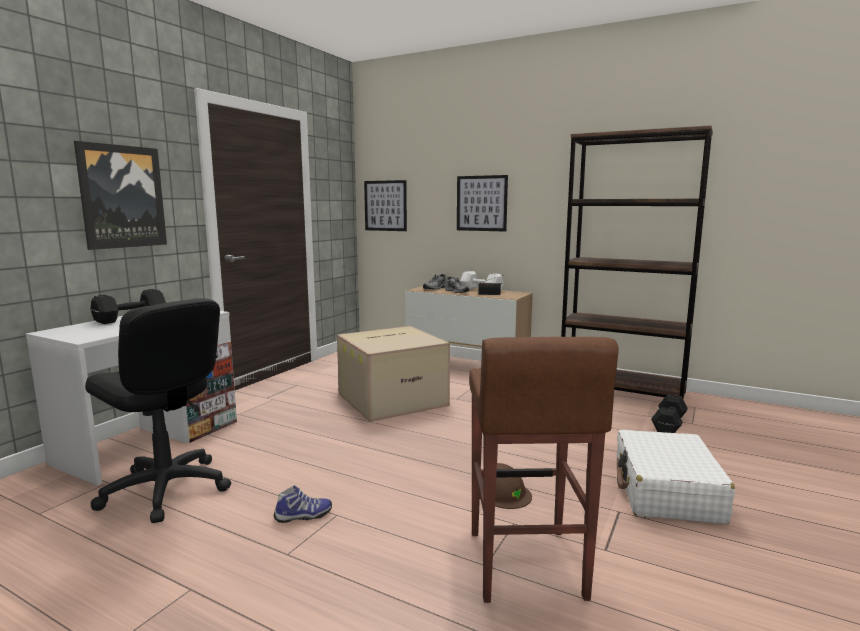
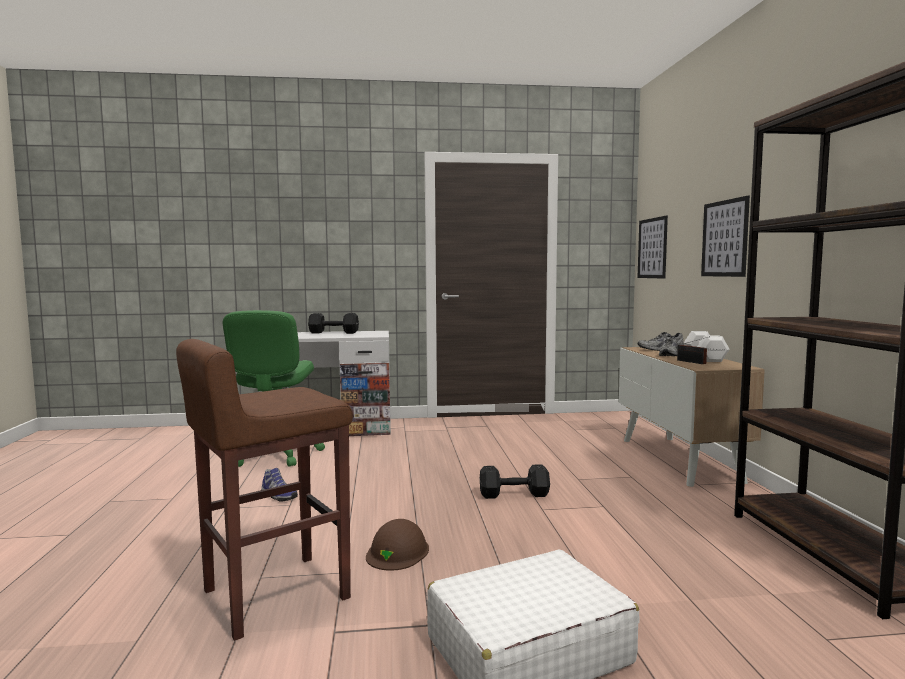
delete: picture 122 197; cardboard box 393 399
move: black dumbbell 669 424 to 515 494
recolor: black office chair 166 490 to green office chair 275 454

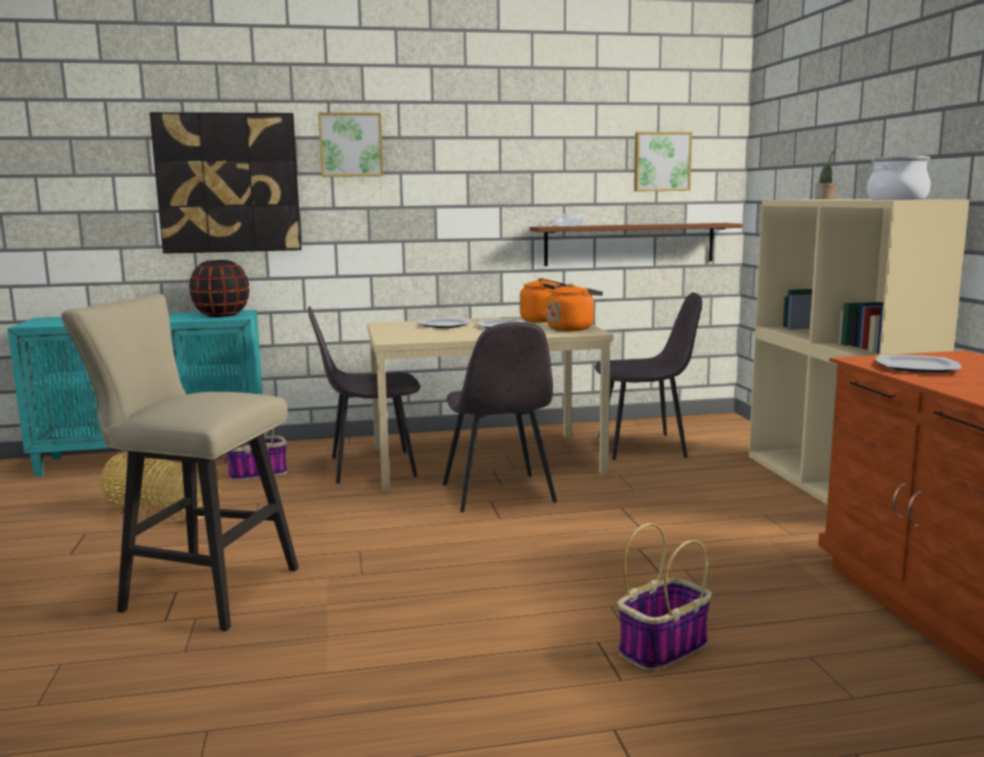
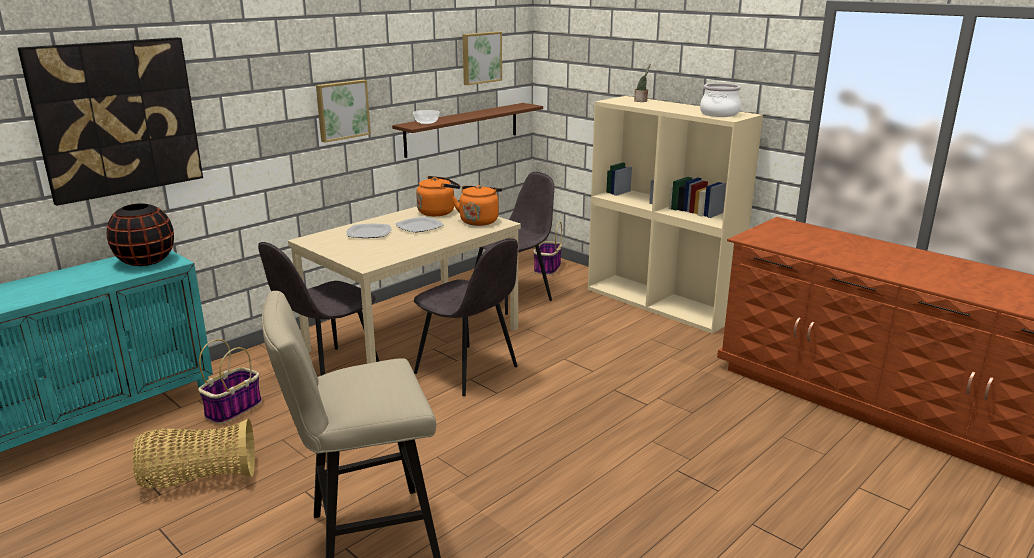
delete: plate 916 367
move: picture 351 145 to 342 110; basket 663 648 to 547 268

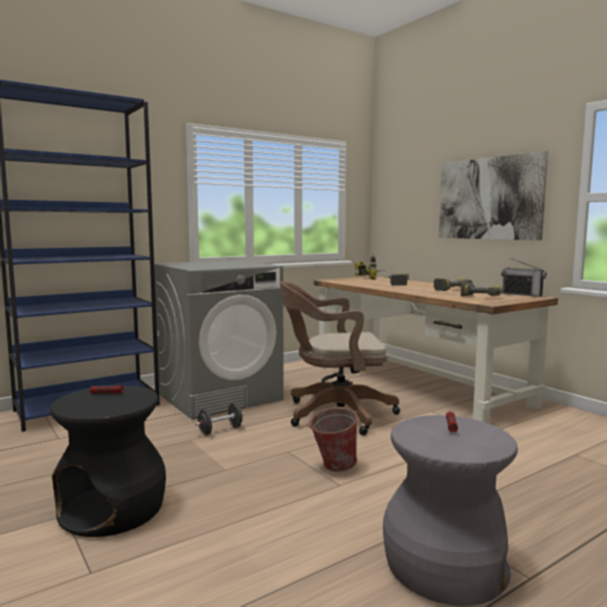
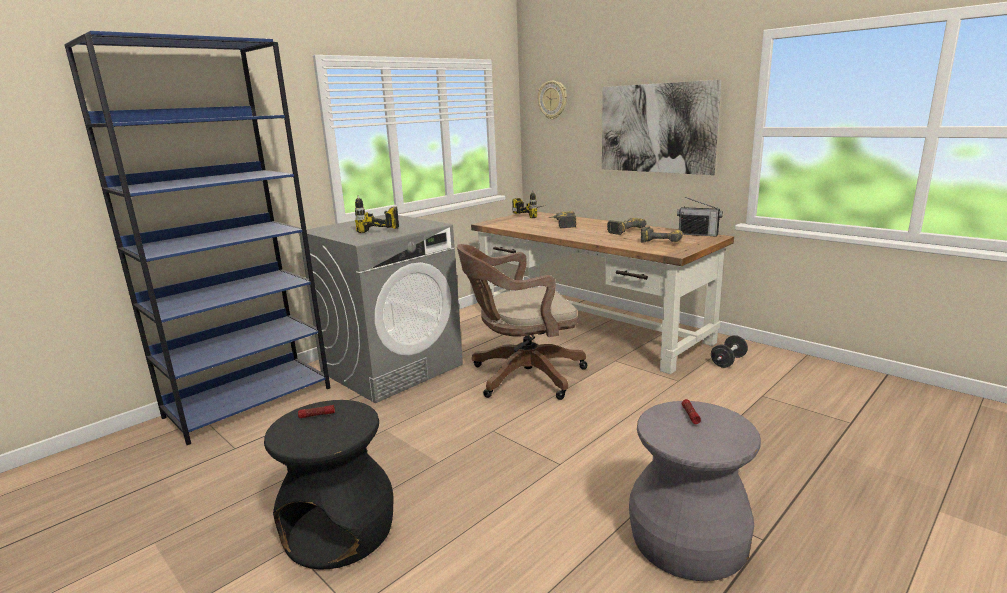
delete: bucket 332 467
insert: power drill 376 234; wall clock 553 100
move: black dumbbell 220 430 to 728 361

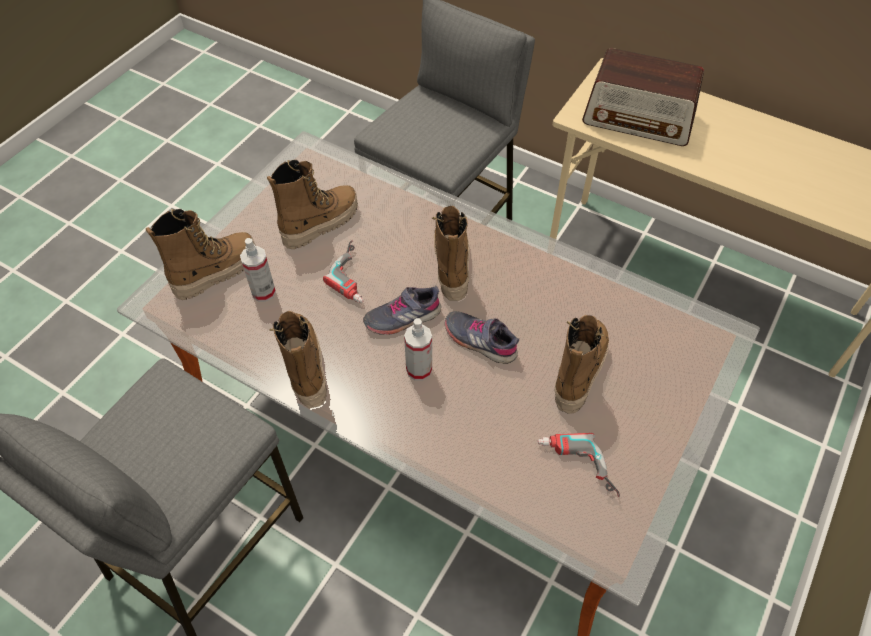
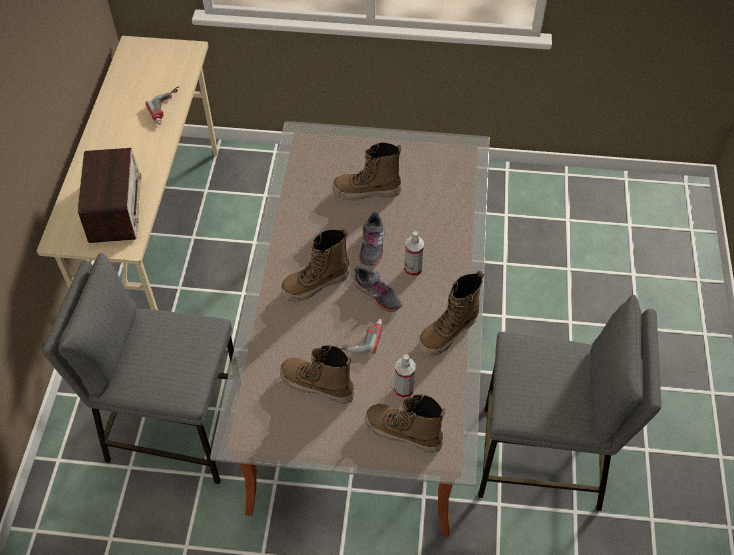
move: power drill 576 468 to 168 108

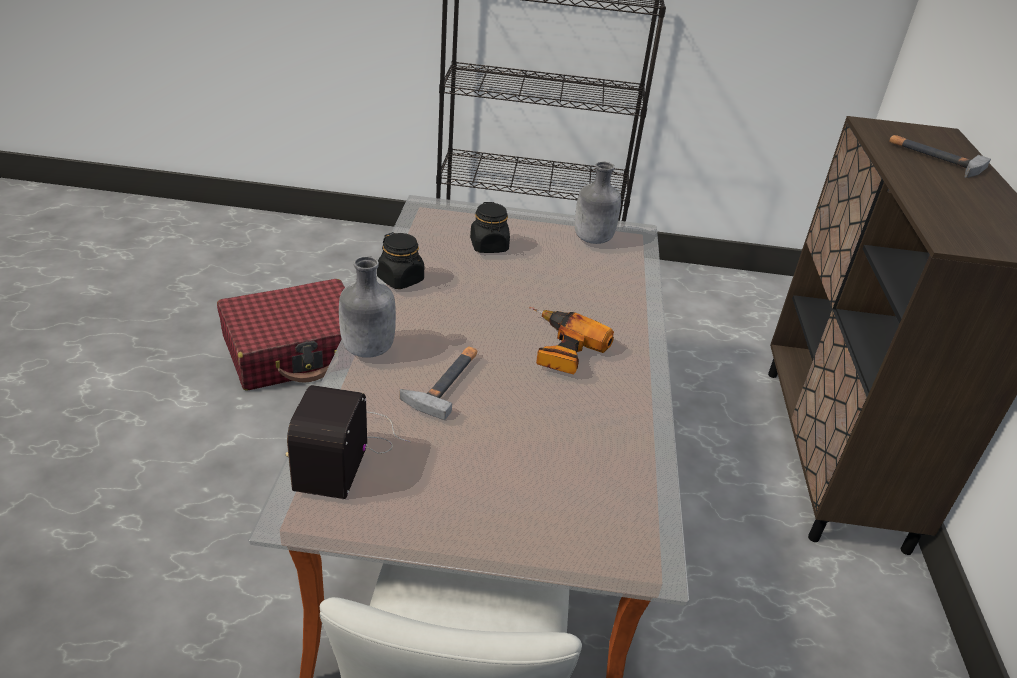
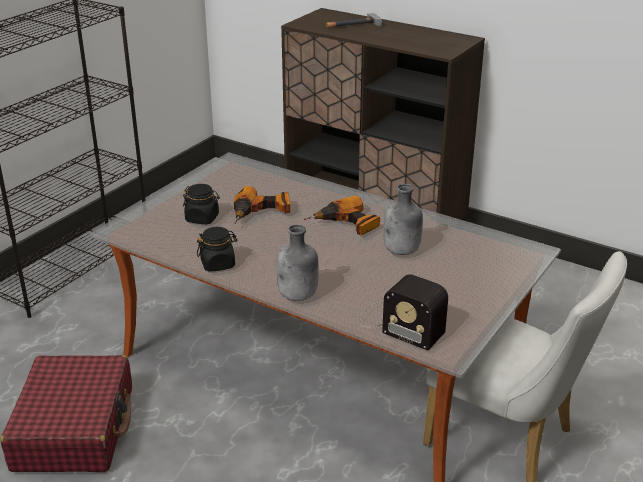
delete: hammer 445 381
insert: power drill 262 214
move: grey bottle 592 240 to 402 251

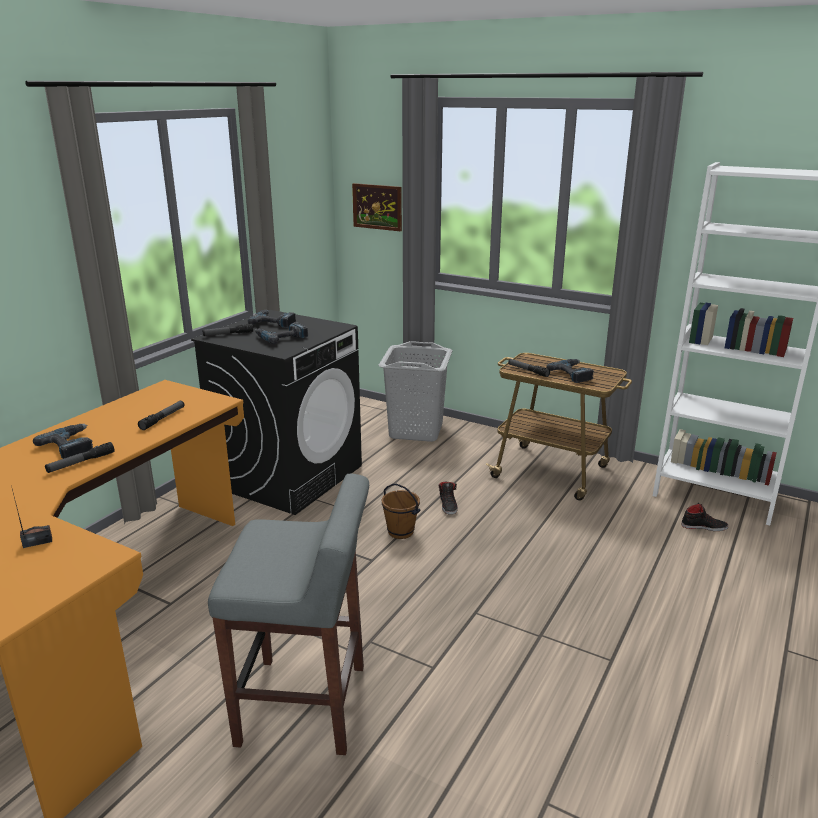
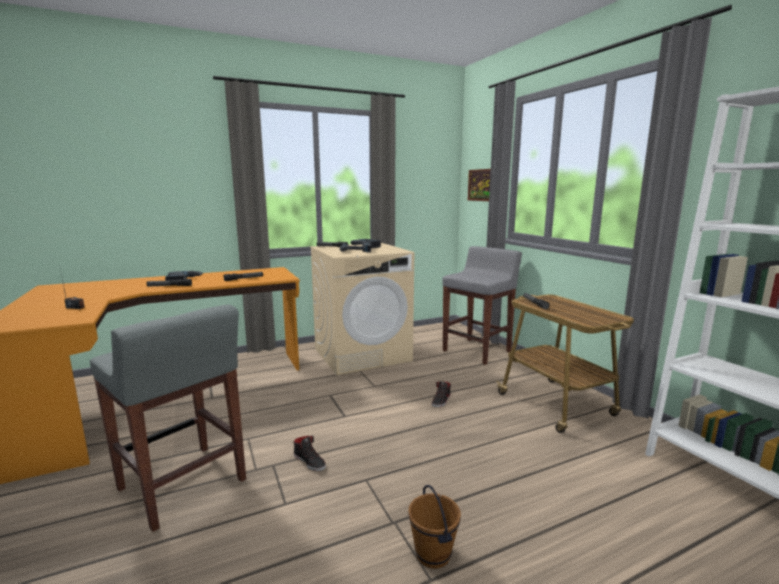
delete: power drill 573 374
move: black shoe 703 526 to 310 461; brown bucket 401 532 to 433 554
replace: grey laundry basket 416 430 to grey stool 477 351
recolor: black washing machine 289 476 to beige washing machine 362 354

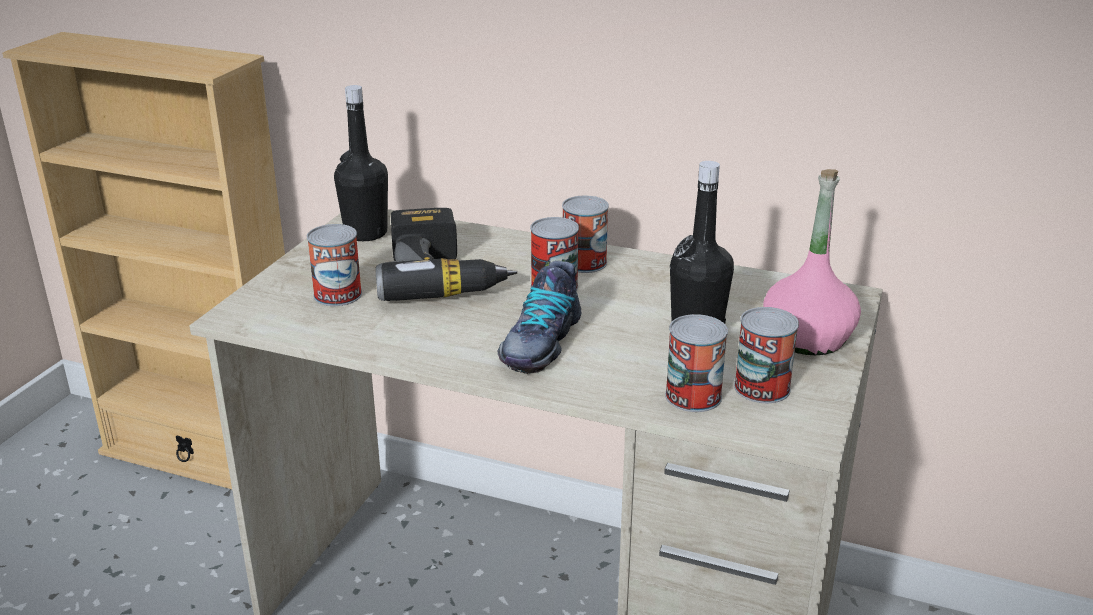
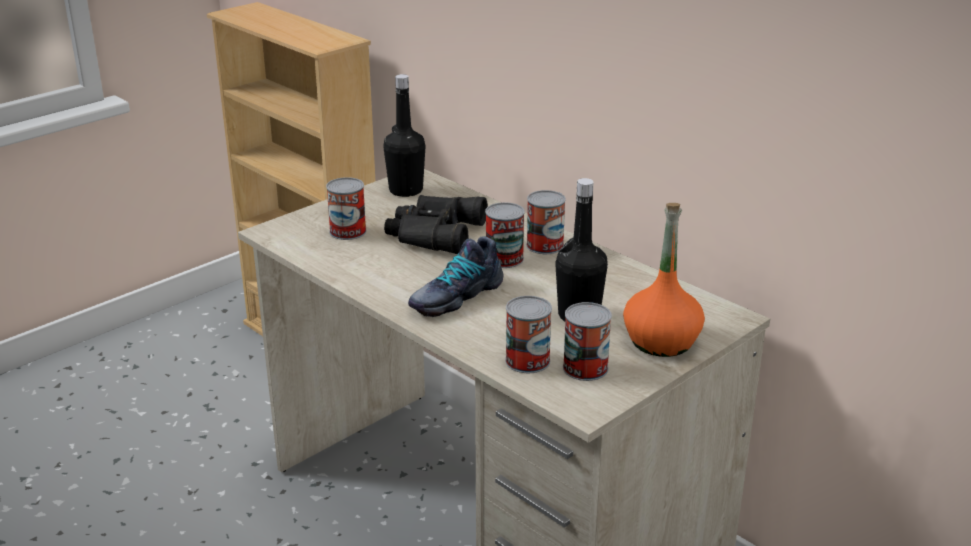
replace: power drill 444 275 to black binoculars 432 233
recolor: pink bottle 807 338 to orange bottle 661 341

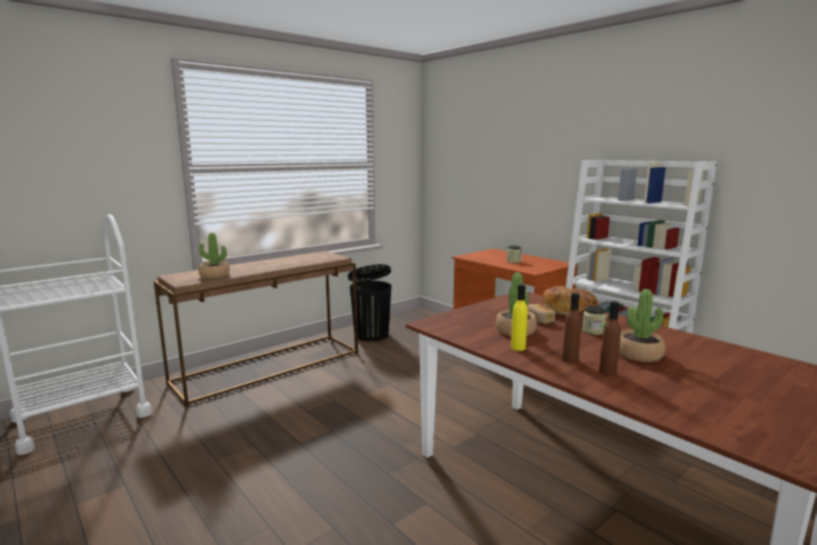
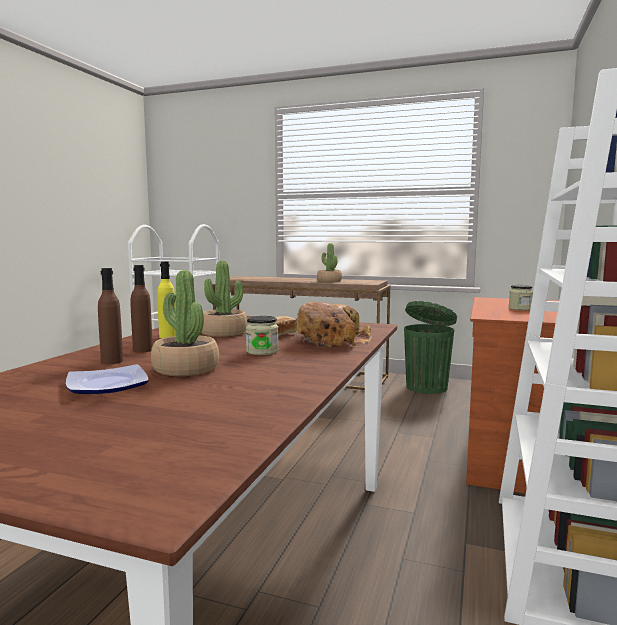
insert: plate 106 385
move: potted plant 214 275 to 329 281
recolor: black trash can 371 334 to green trash can 427 387

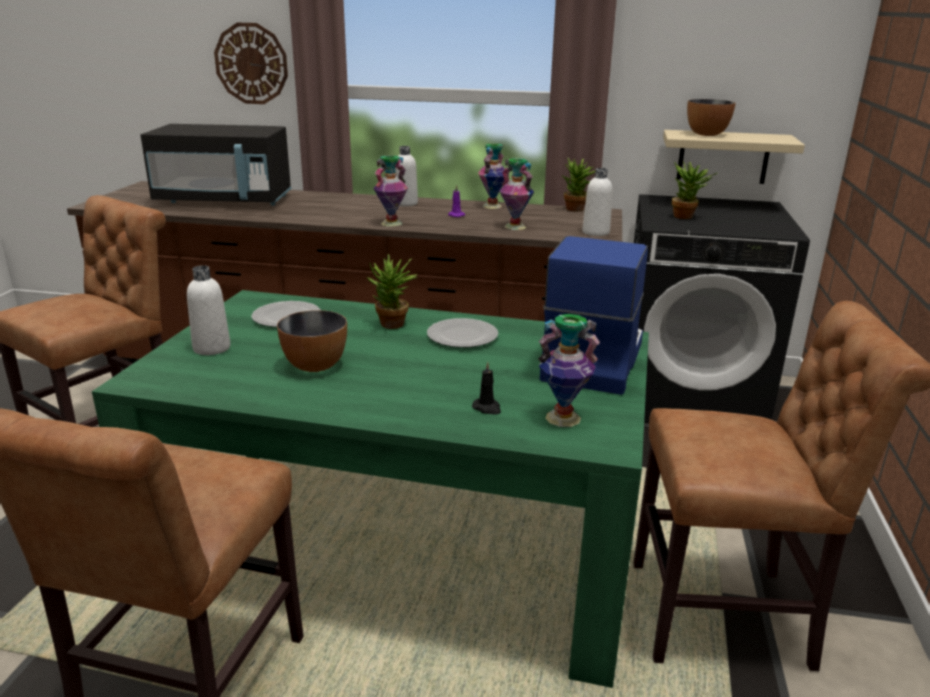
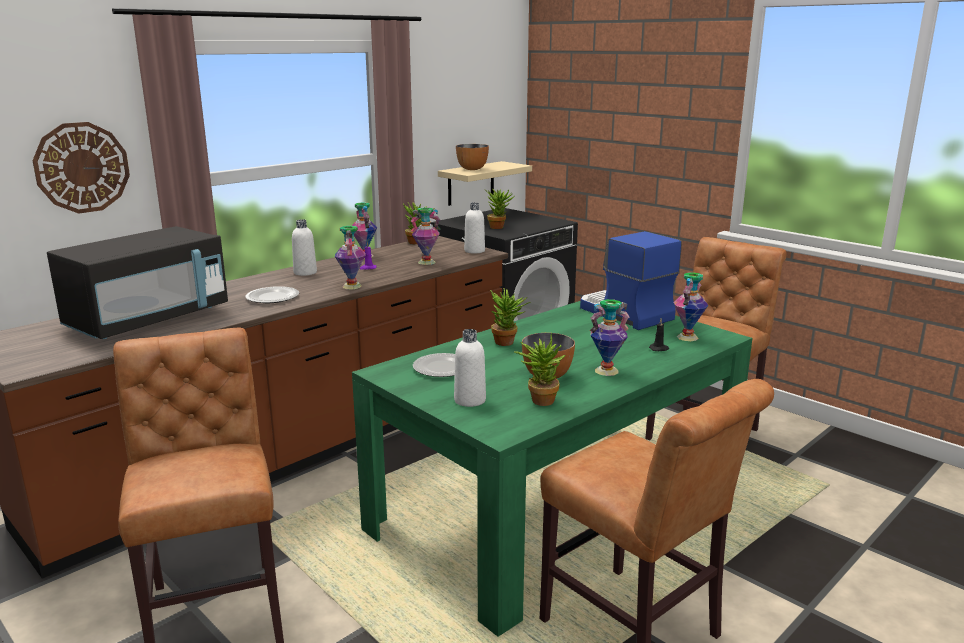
insert: potted plant 539 399; vase 606 371
move: plate 463 336 to 273 297

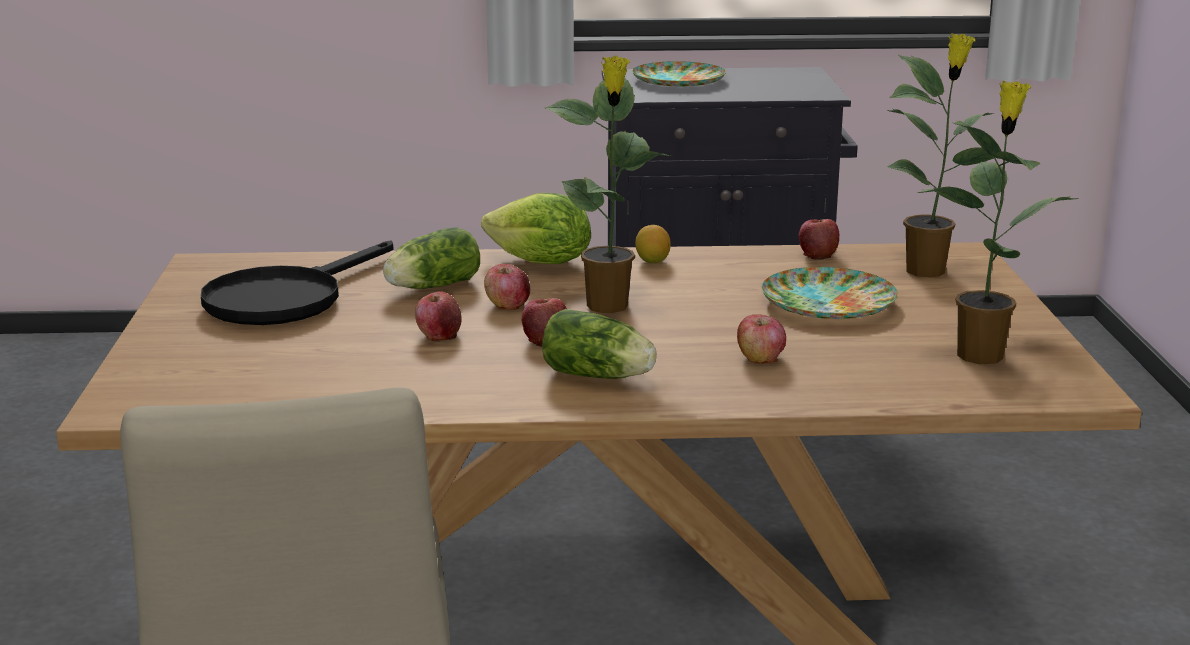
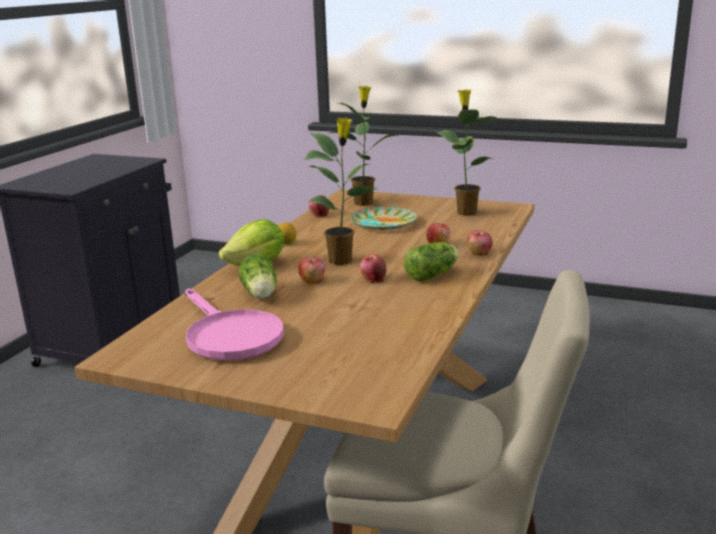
delete: plate 677 81
move: apple 438 335 to 479 252
recolor: black frying pan 286 298 to pink frying pan 229 335

